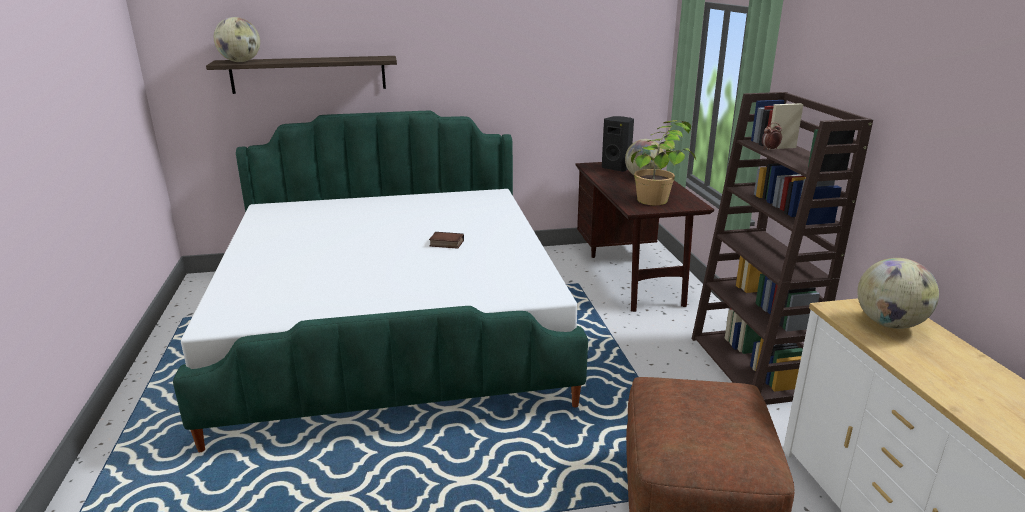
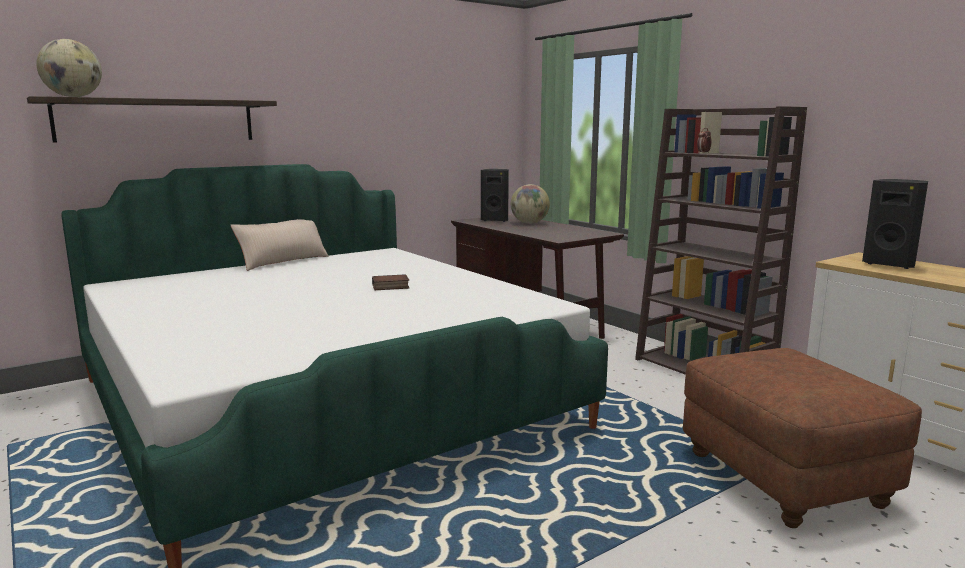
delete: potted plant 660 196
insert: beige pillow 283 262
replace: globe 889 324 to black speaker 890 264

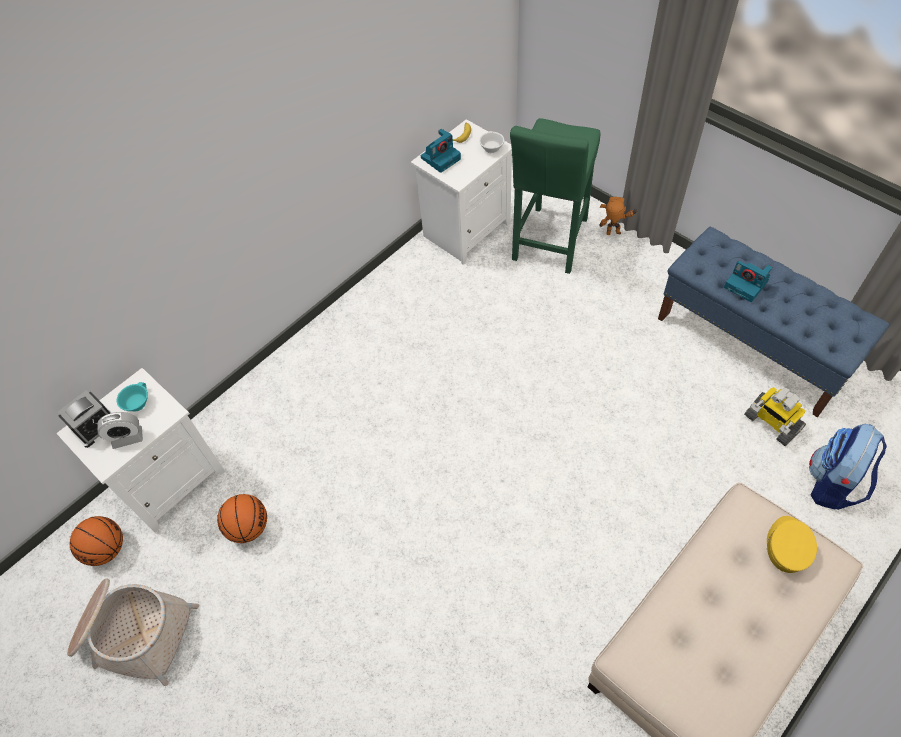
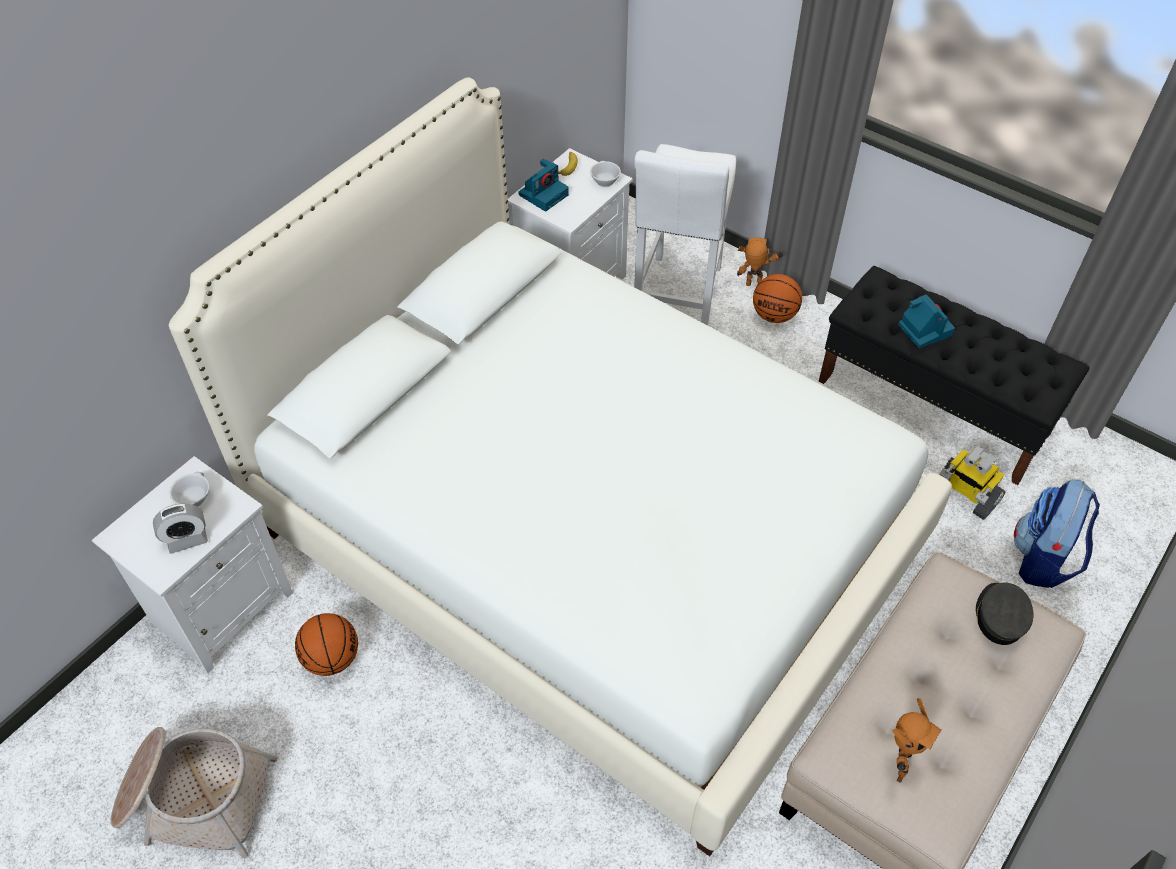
delete: alarm clock 95 427
insert: white bed 587 538; toy robot 896 768
move: basketball 107 549 to 774 315
recolor: turquoise cup 136 402 to white cup 193 497; green stool 549 243 to white stool 677 298; blue bench 752 345 to black bench 933 406; yellow cap 787 547 to grey cap 999 617
rotate: photo camera 747 284 = 923 329 150 degrees counterclockwise

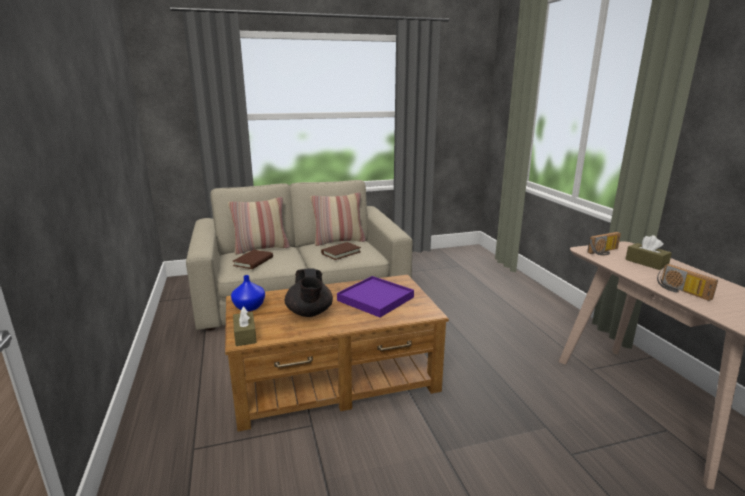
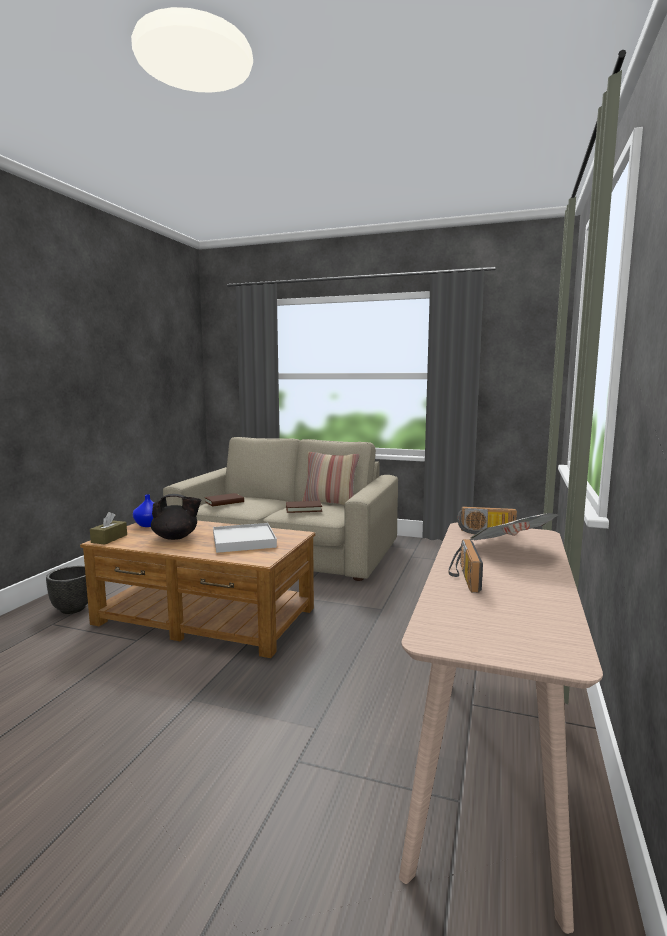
delete: pillow 261 248
insert: black planter 73 609
replace: brown tissue box 646 263 to newspaper 509 550
recolor: purple tray 376 299 to white tray 244 541
rotate: black teapot 309 313 = 176 537 120 degrees counterclockwise

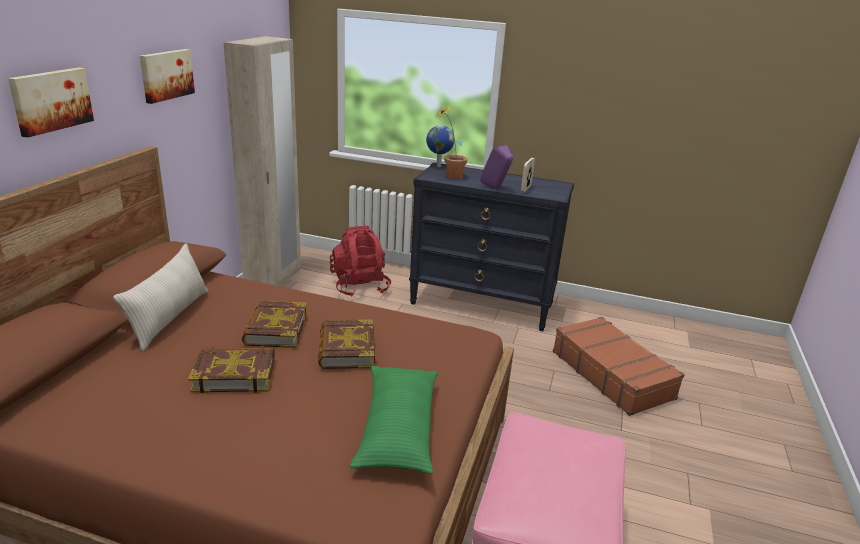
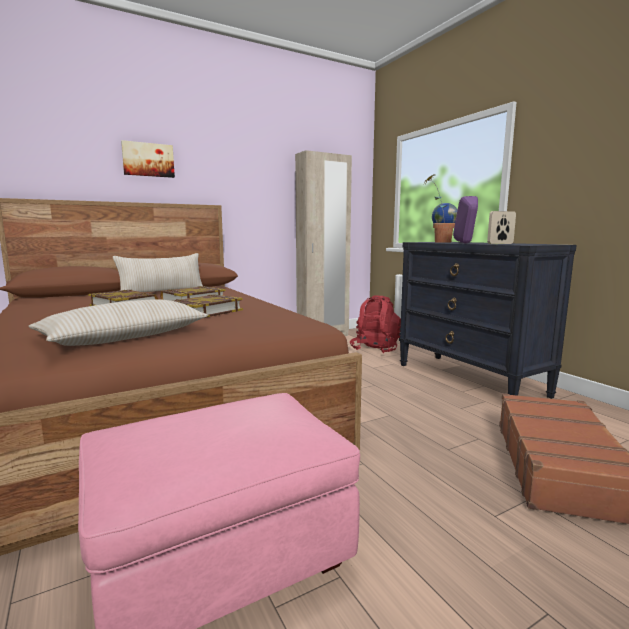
delete: picture 166 75
recolor: green pillow 398 428 to beige pillow 126 337

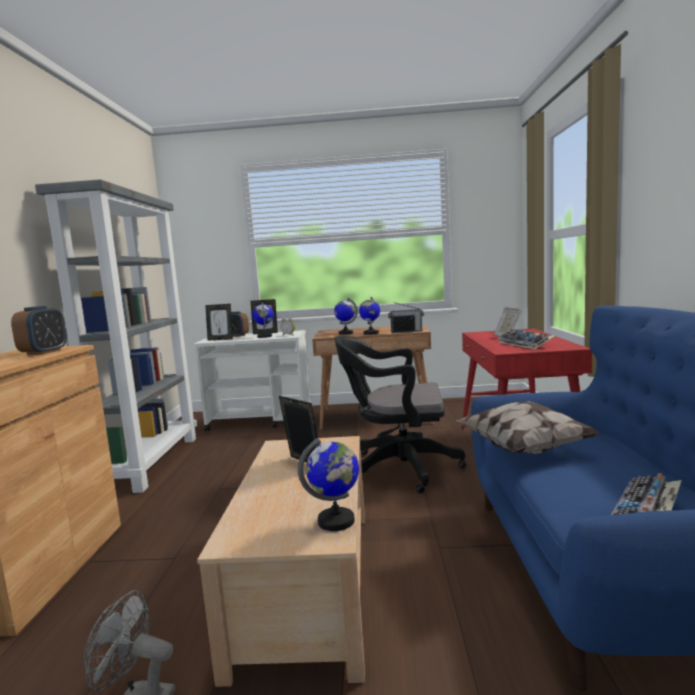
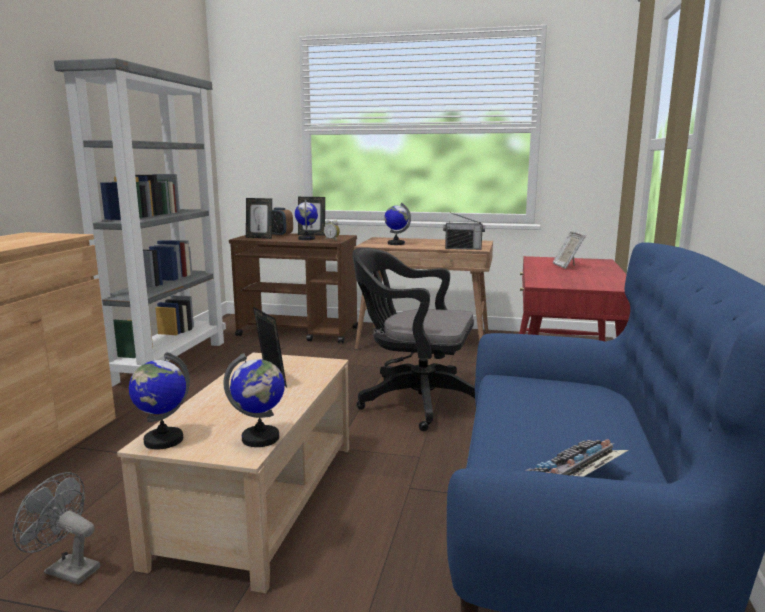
delete: alarm clock 44 352; pillow 524 448; keyboard 526 344
move: globe 371 333 to 163 440
recolor: white cart 261 421 to brown cart 299 332

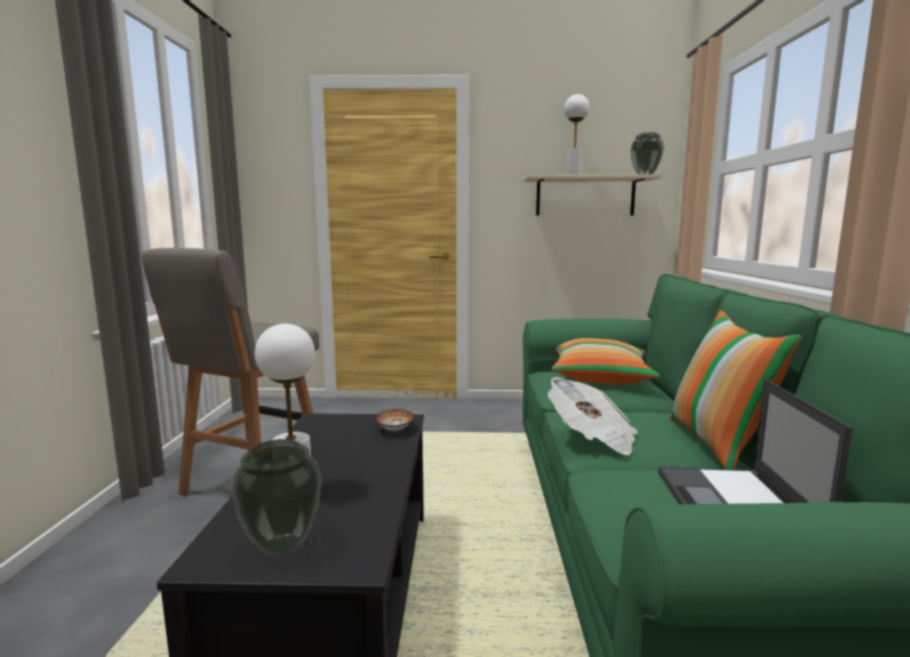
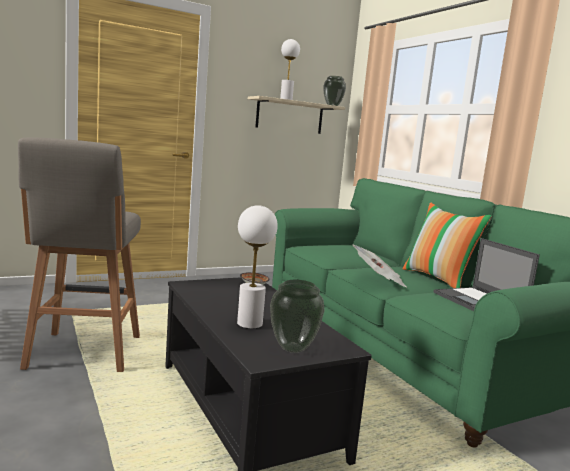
delete: pillow 600 377

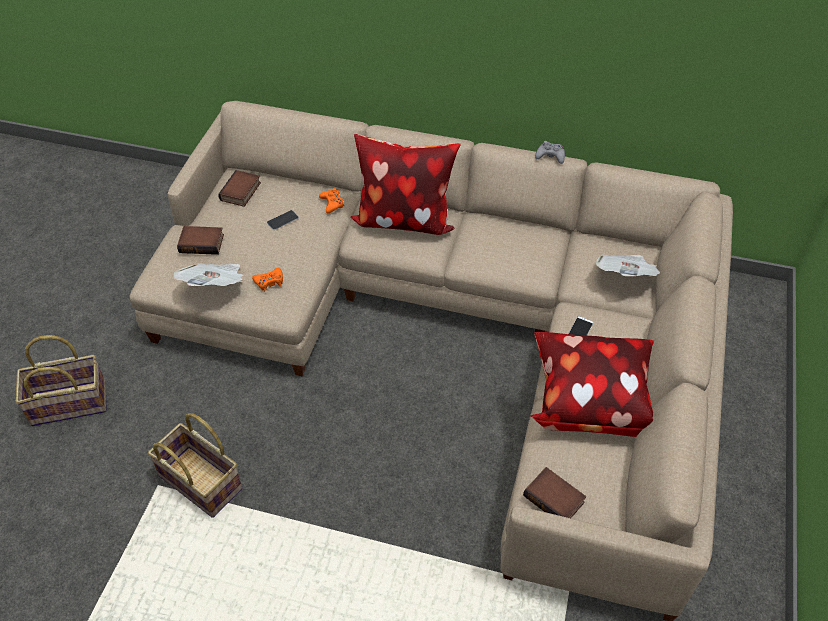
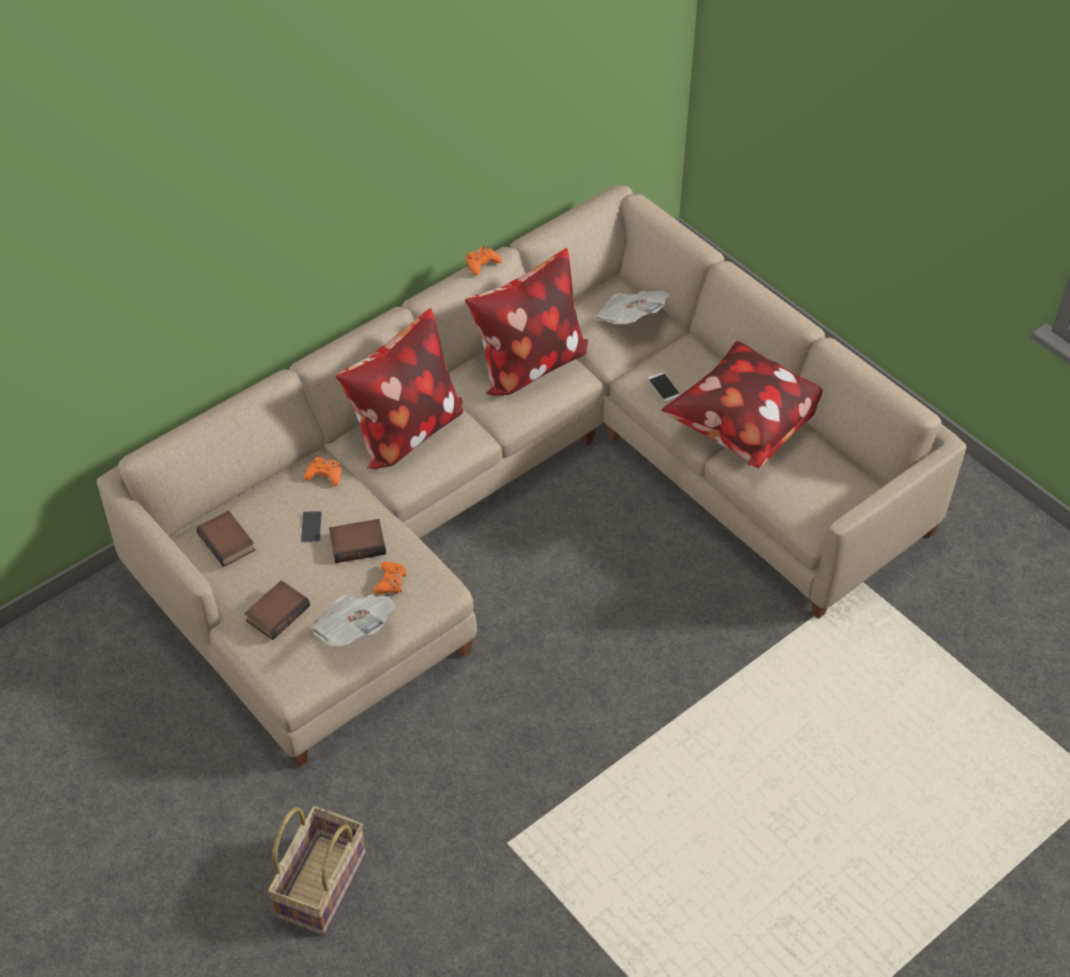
delete: basket 202 481
insert: pillow 528 364
move: book 555 498 to 358 543
recolor: grey game controller 550 156 to orange game controller 481 264

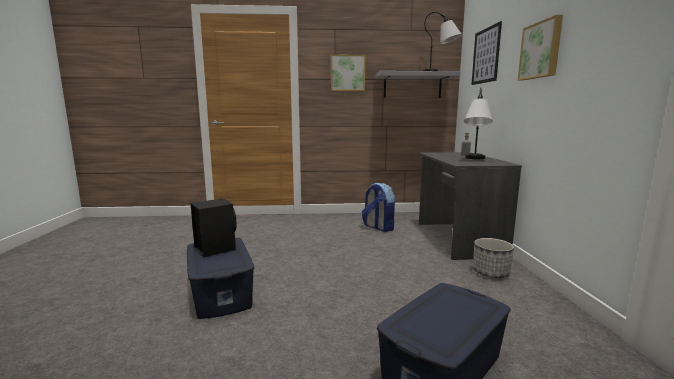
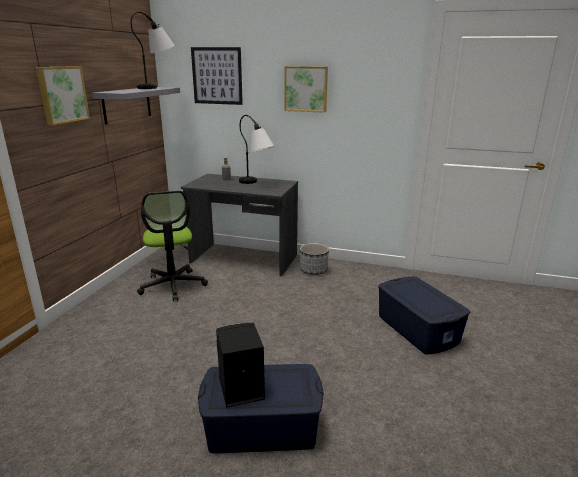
replace: backpack 378 227 to office chair 173 285

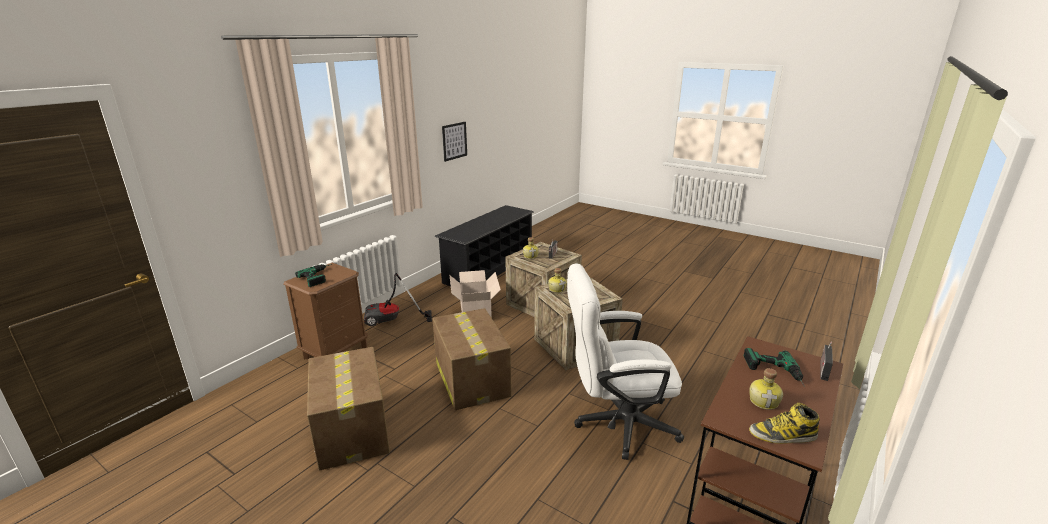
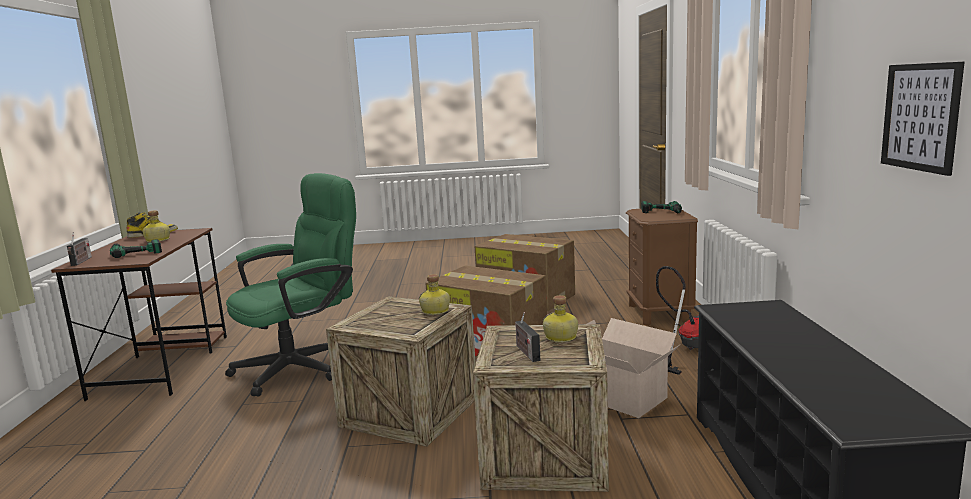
recolor: white office chair 616 423 to green office chair 303 366

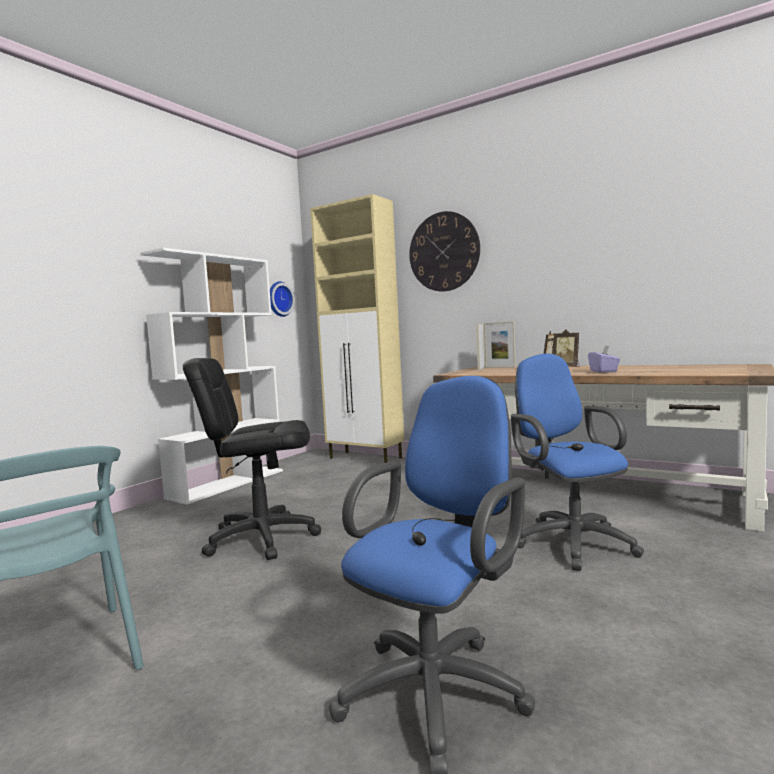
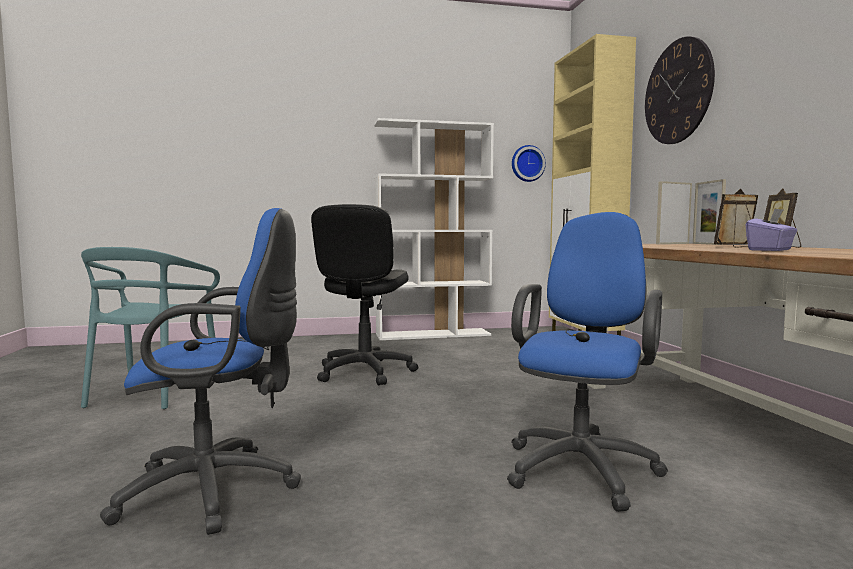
rotate: black office chair 262 538 = 364 372 120 degrees counterclockwise

